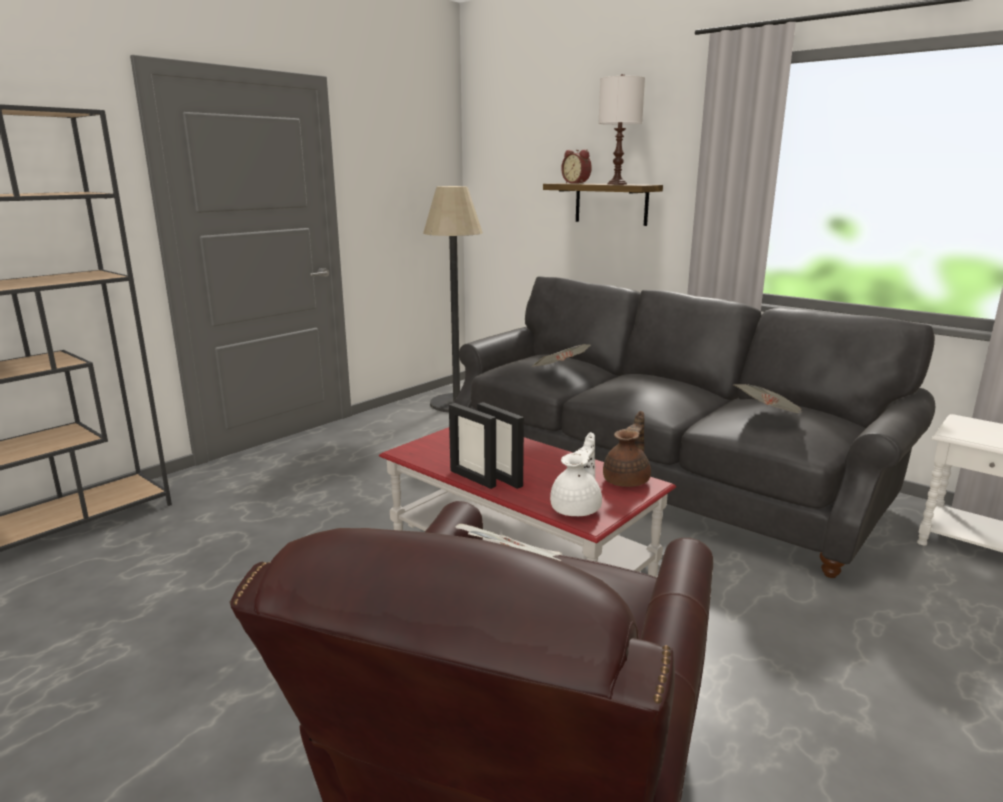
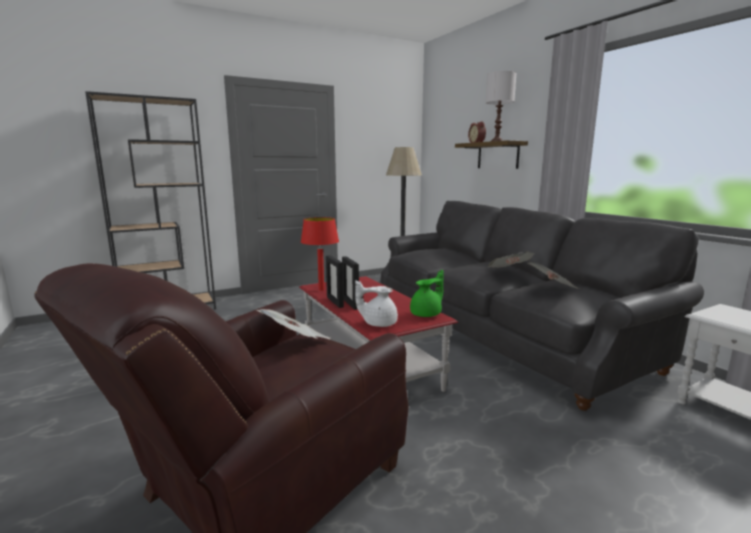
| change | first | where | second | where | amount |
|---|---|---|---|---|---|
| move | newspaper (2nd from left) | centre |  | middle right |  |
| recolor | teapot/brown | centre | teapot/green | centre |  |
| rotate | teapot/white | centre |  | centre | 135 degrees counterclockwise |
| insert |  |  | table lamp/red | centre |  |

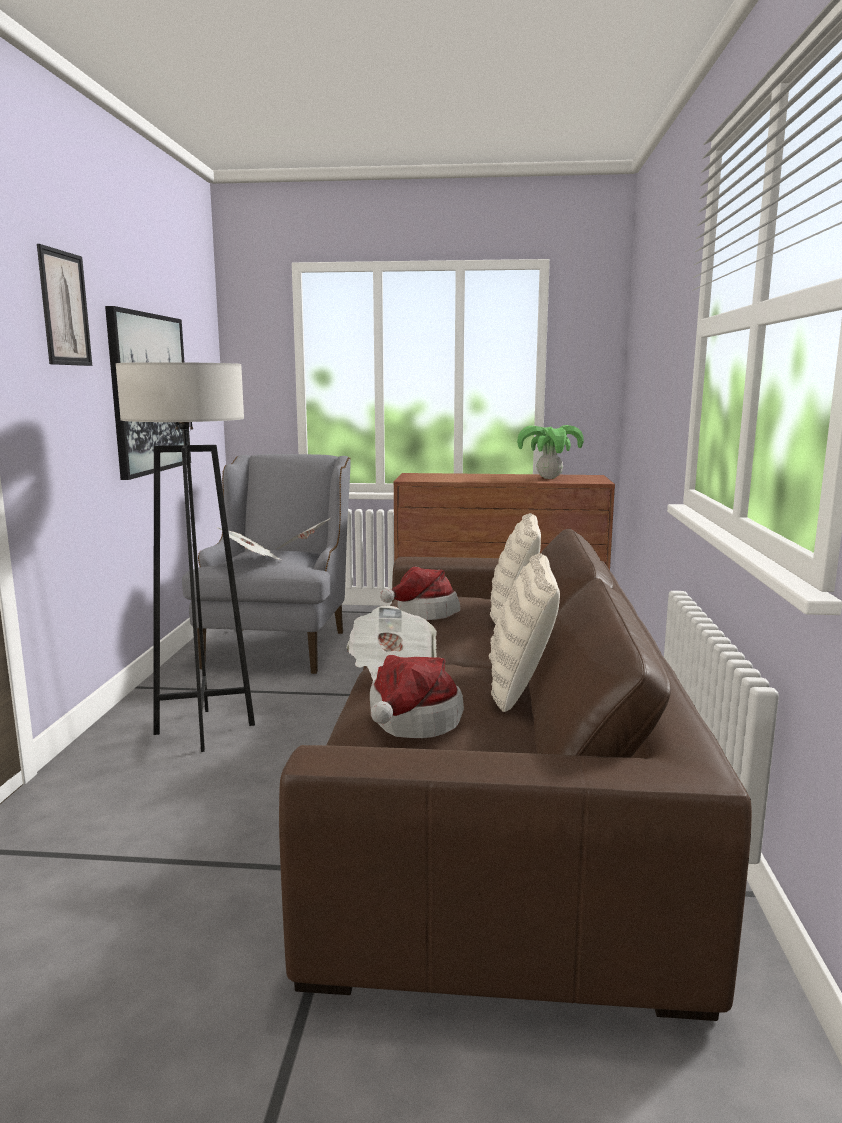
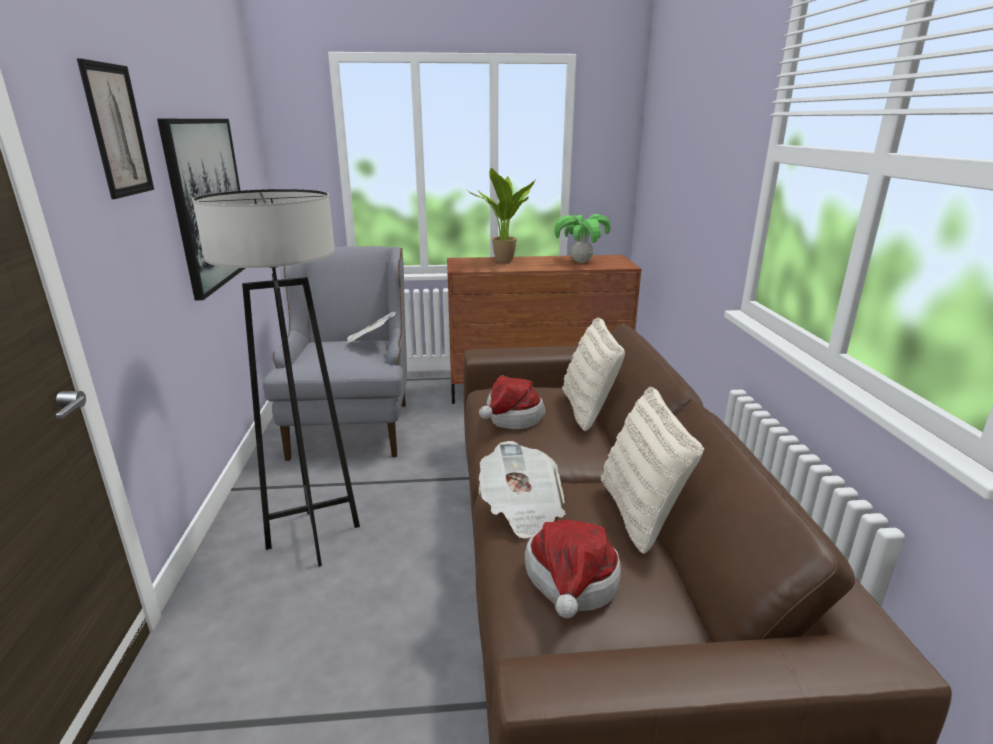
| change | first | where | second | where | amount |
|---|---|---|---|---|---|
| delete | newspaper (1st from left) | middle left |  |  |  |
| insert |  |  | potted plant (1st from left) | top centre |  |

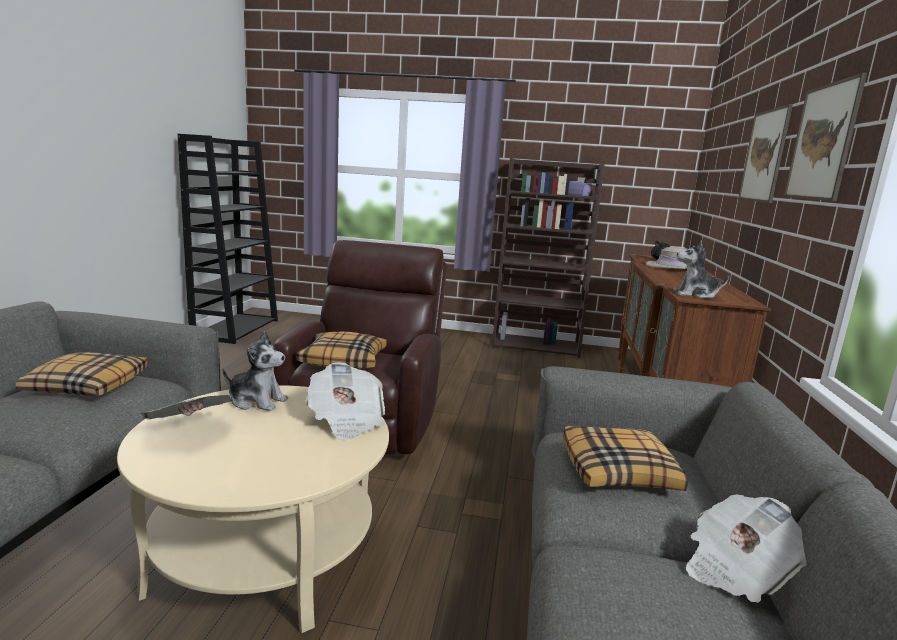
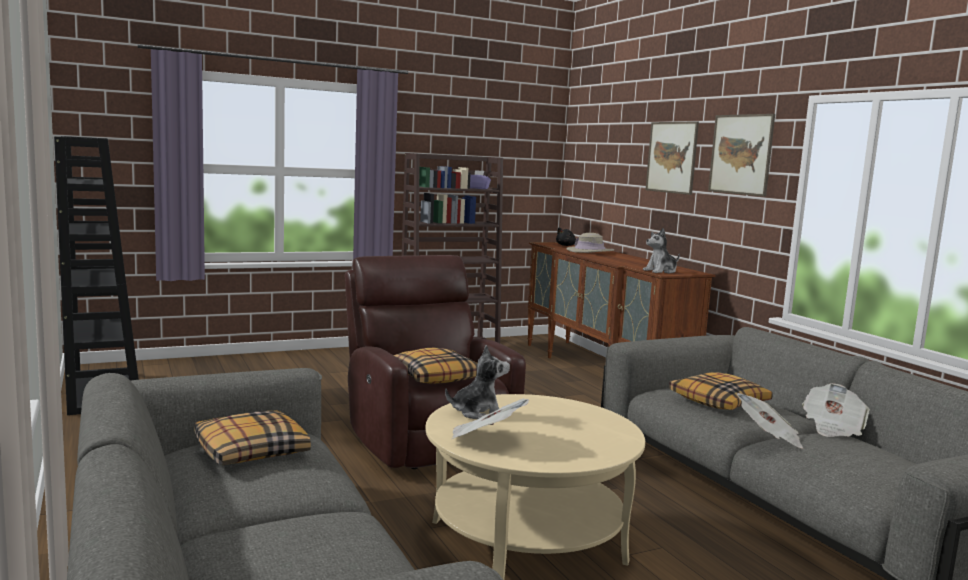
| change | first | where | second | where | amount |
|---|---|---|---|---|---|
| move | newspaper (2nd from left) | centre |  | bottom right |  |

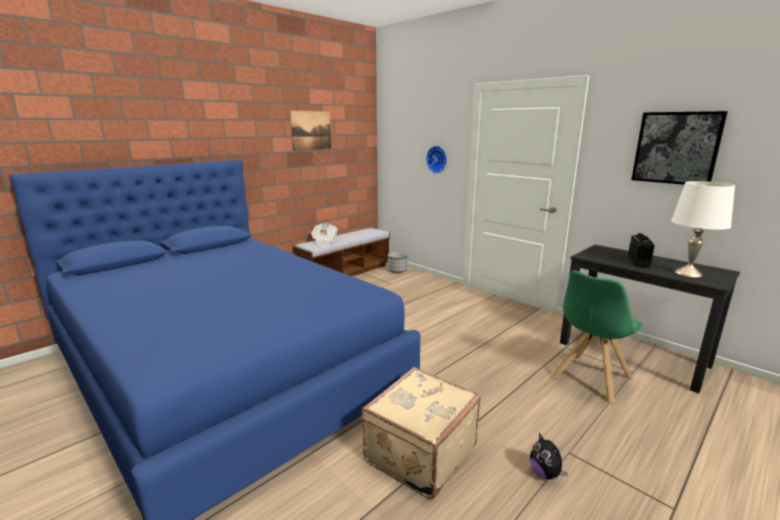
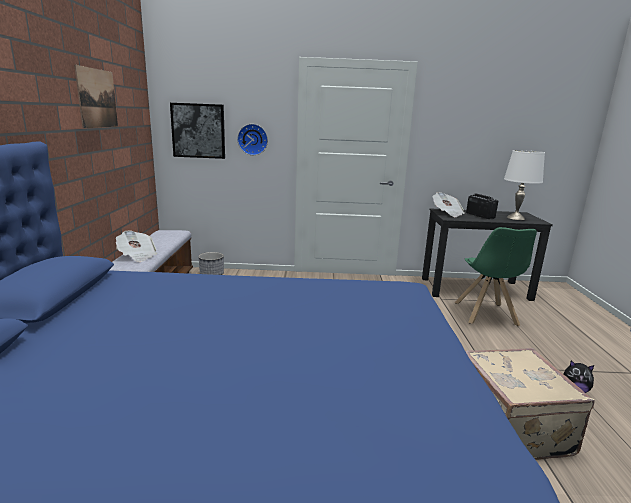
| change | first | where | second | where | amount |
|---|---|---|---|---|---|
| move | picture (2nd from left) | top right |  | top left |  |
| insert |  |  | newspaper (2nd from left) | middle right |  |

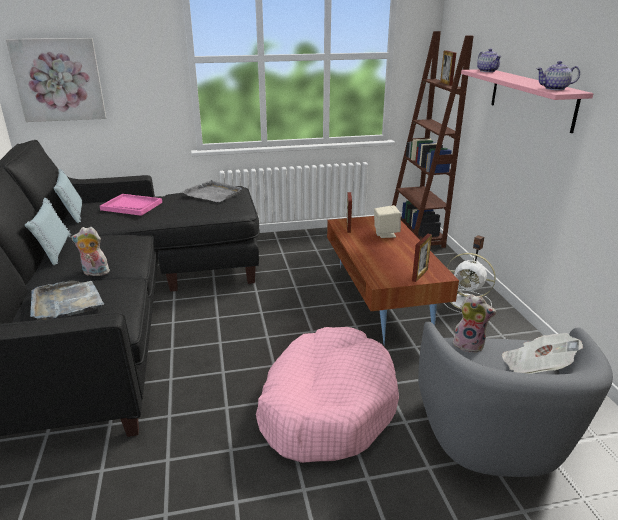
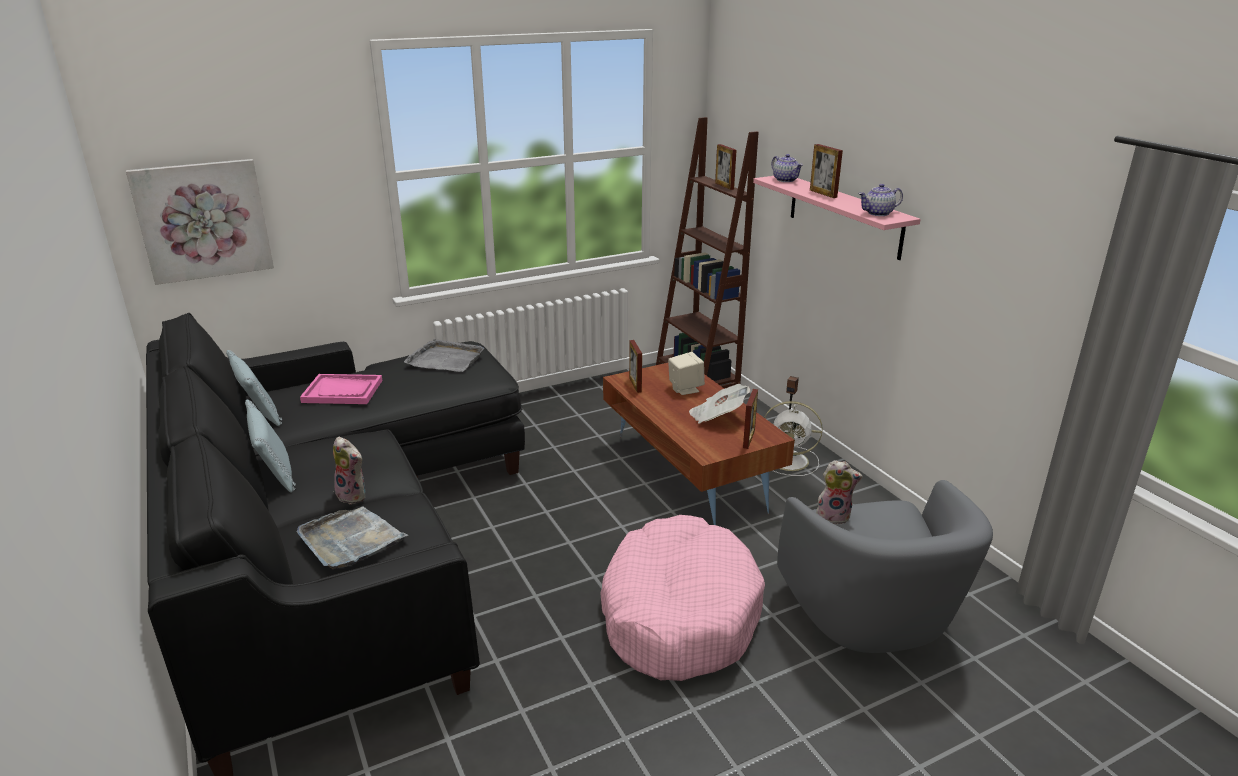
| change | first | where | second | where | amount |
|---|---|---|---|---|---|
| rotate | plush toy (1st from left) | middle left |  | middle left | 135 degrees counterclockwise |
| move | newspaper | bottom right |  | centre |  |
| insert |  |  | picture frame (4th from left) | top right |  |

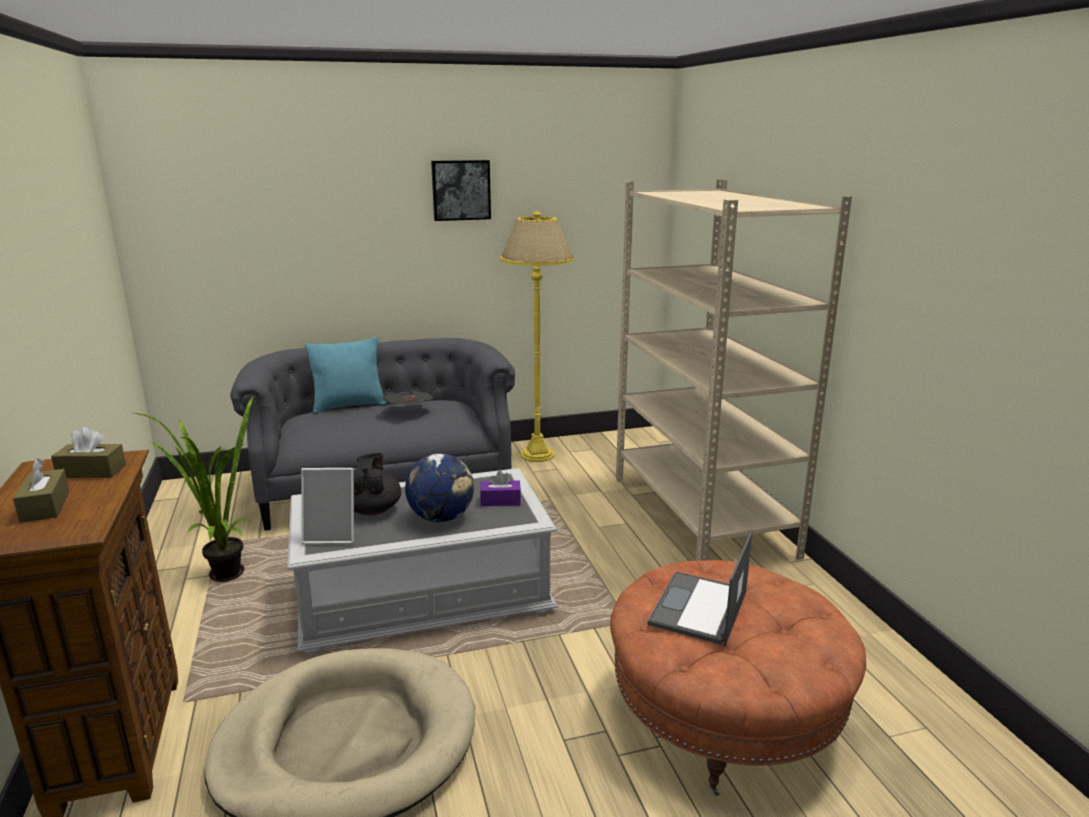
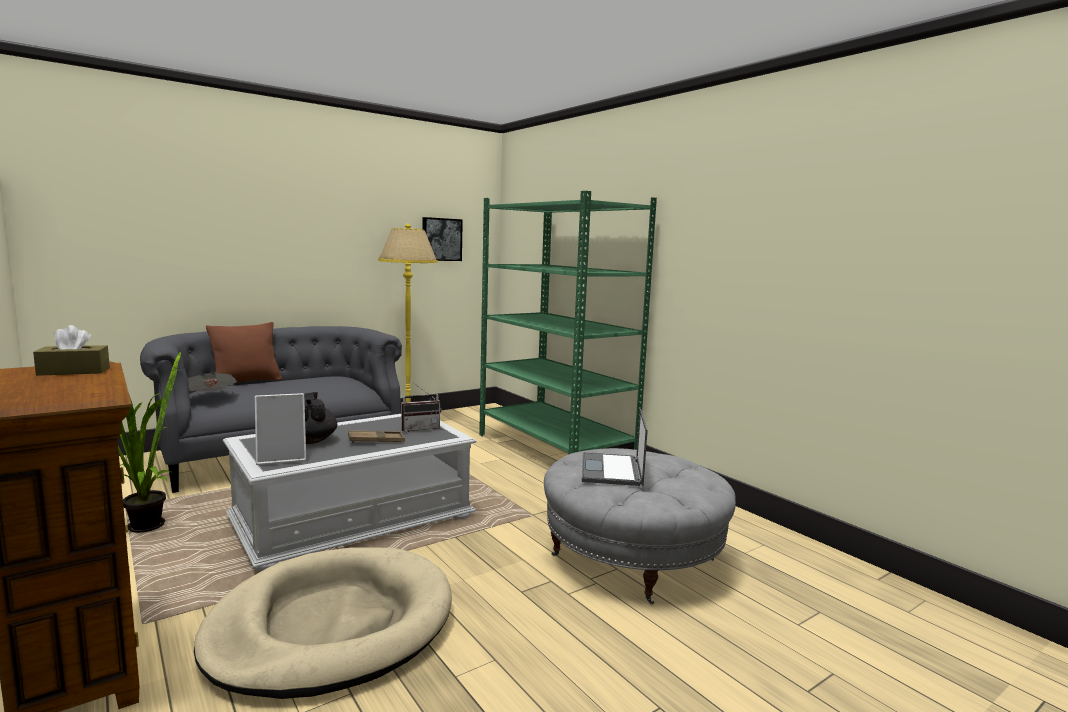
| change | first | where | second | where | amount |
|---|---|---|---|---|---|
| move | picture | top centre |  | centre |  |
| recolor | bookcase/beige | middle right | bookcase/green | centre |  |
| recolor | pillow/turquoise | middle left | pillow/brown | middle left |  |
| move | newspaper | centre |  | middle left |  |
| replace | globe | centre | tray/brown | centre |  |
| delete | tissue box/brown (1st from left) | middle left |  |  |  |
| replace | tissue box/purple | centre | radio | centre |  |
| recolor | ottoman/brown | bottom right | ottoman/grey | bottom centre |  |

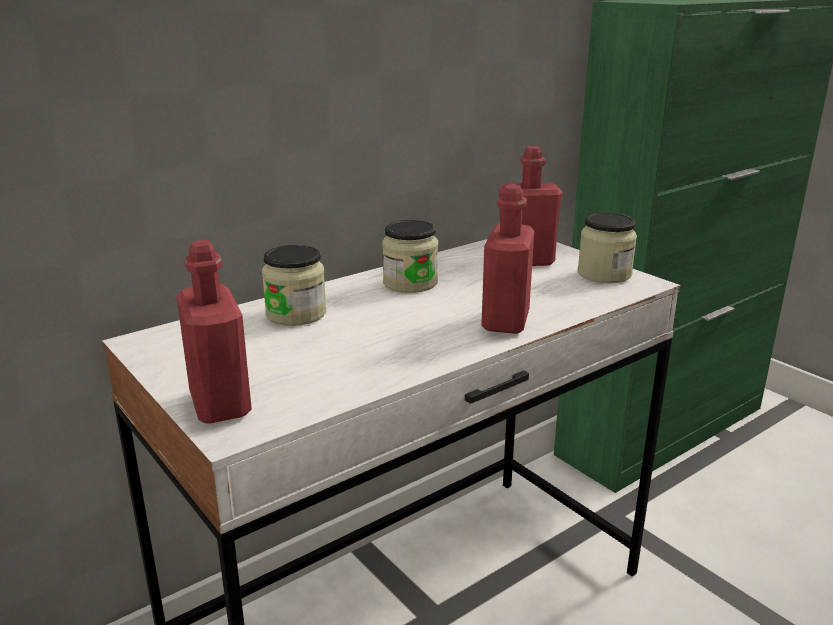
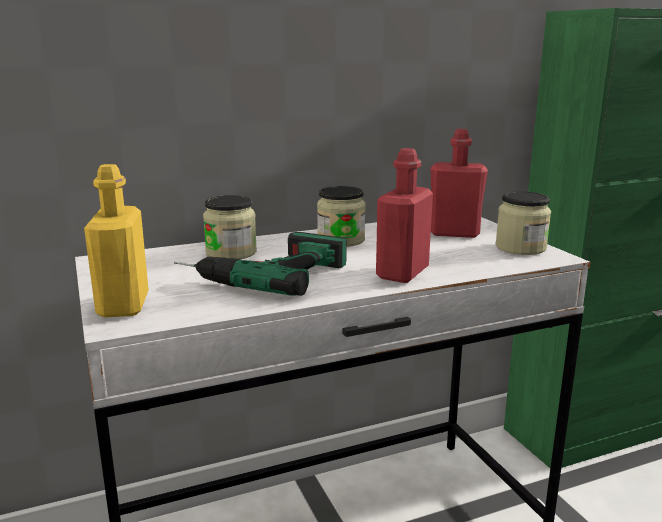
| change | first | where | second | where | amount |
|---|---|---|---|---|---|
| recolor | bottle/red (1st from left) | middle left | bottle/yellow | middle left |  |
| insert |  |  | power drill | centre |  |

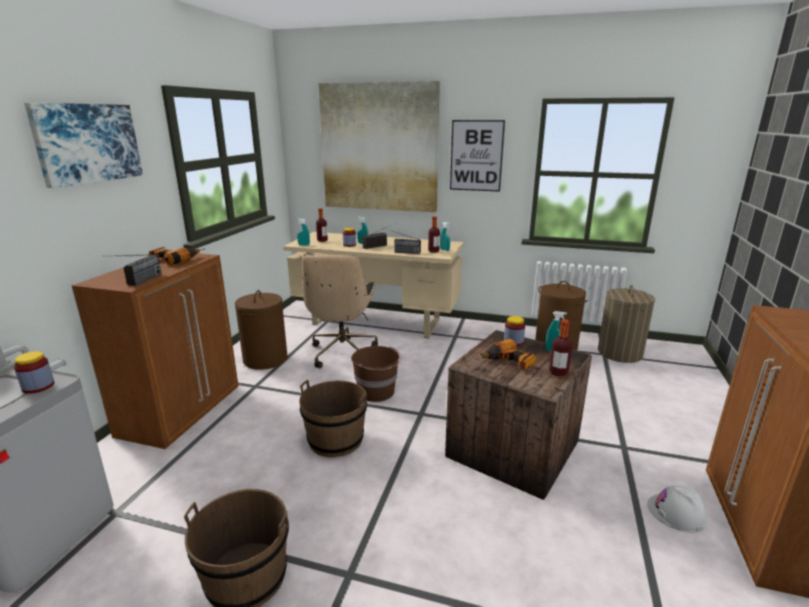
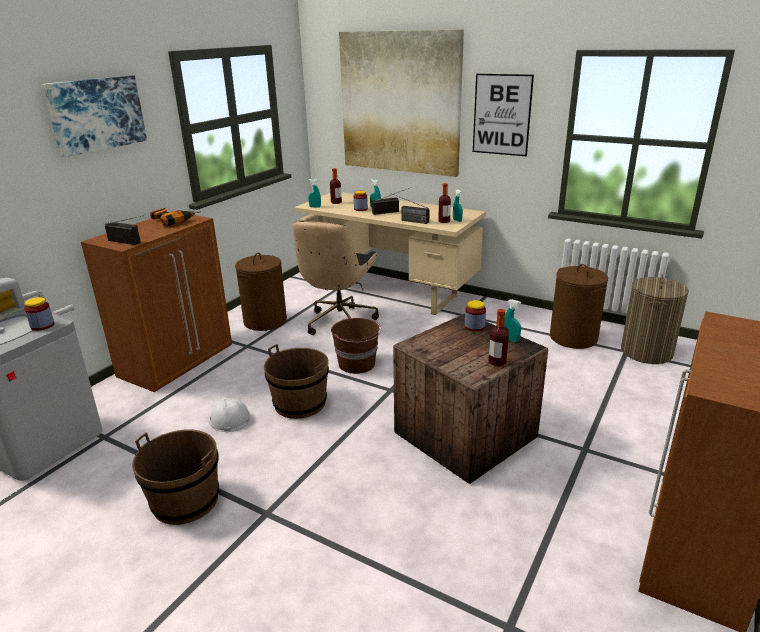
| change | first | where | second | where | amount |
|---|---|---|---|---|---|
| rotate | radio (1st from left) | middle left |  | middle left | 90 degrees counterclockwise |
| delete | power drill (2nd from left) | centre |  |  |  |
| move | hard hat/white | bottom right |  | middle left |  |

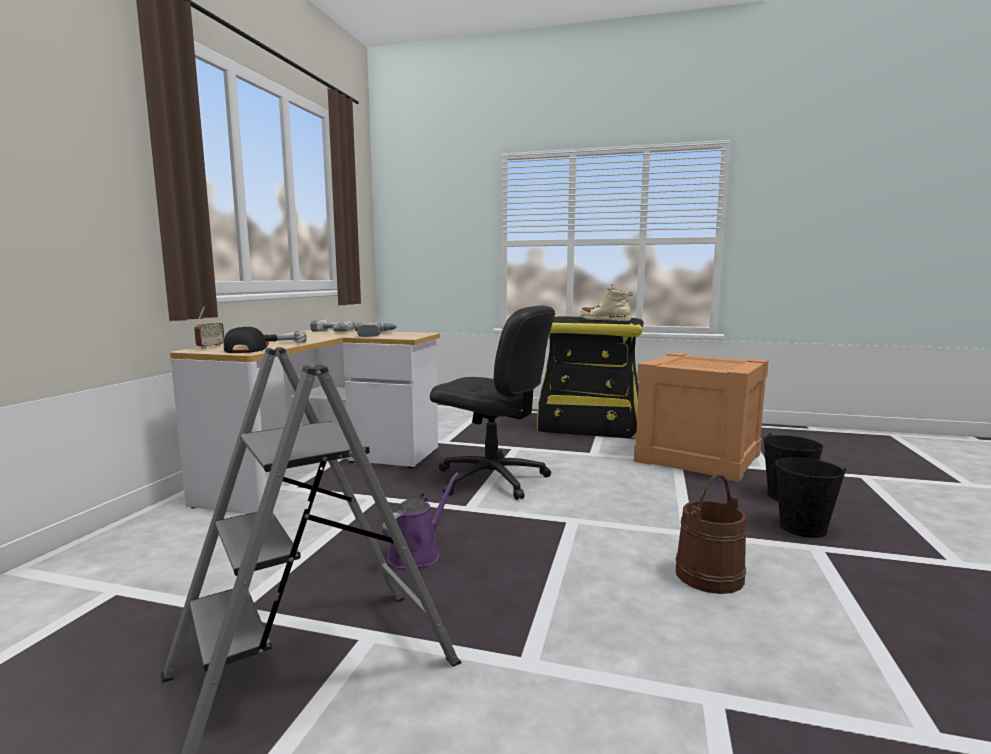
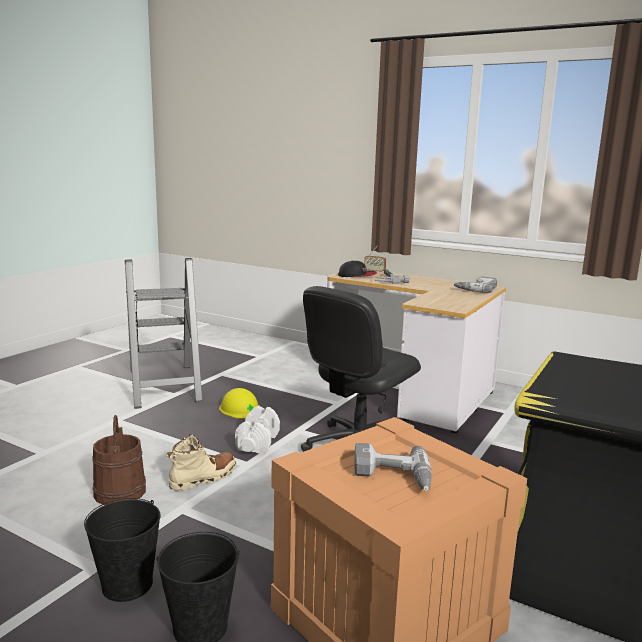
| change | first | where | second | where | amount |
|---|---|---|---|---|---|
| move | boot/beige | centre |  | bottom left |  |
| move | power drill (2nd from left in the first image) | centre | power drill (1st from left) | bottom centre |  |
| replace | watering can/purple | bottom centre | hard hat/yellow | centre |  |
| insert |  |  | dumbbell/white | bottom centre |  |

